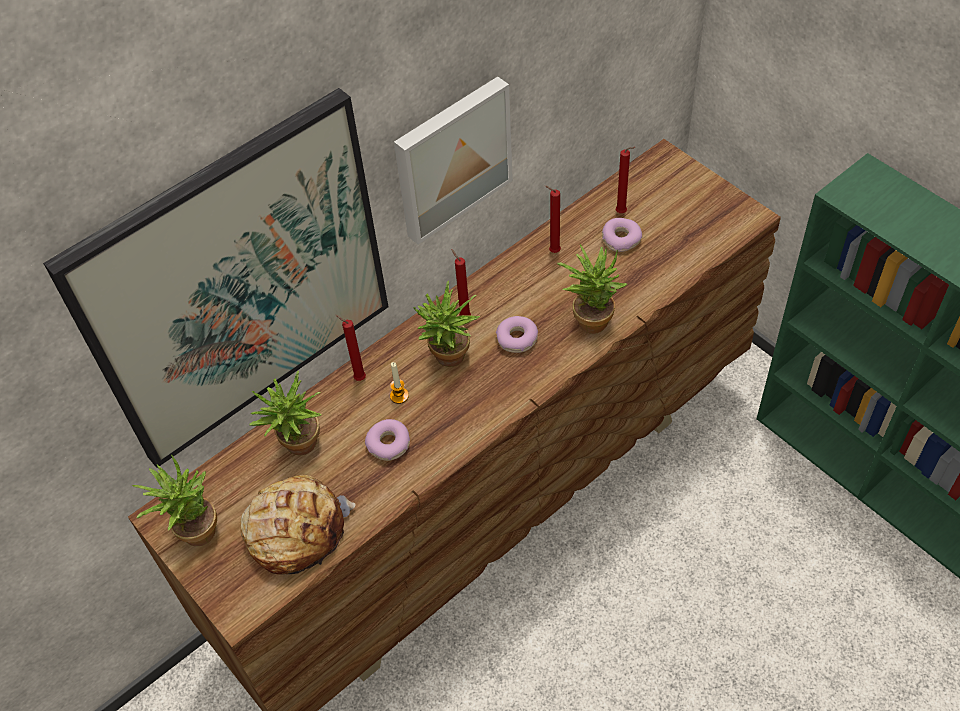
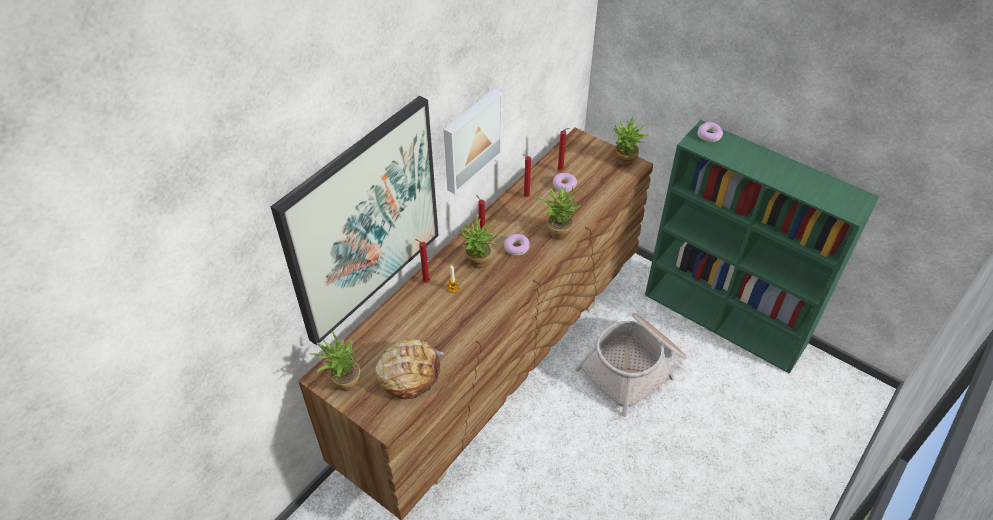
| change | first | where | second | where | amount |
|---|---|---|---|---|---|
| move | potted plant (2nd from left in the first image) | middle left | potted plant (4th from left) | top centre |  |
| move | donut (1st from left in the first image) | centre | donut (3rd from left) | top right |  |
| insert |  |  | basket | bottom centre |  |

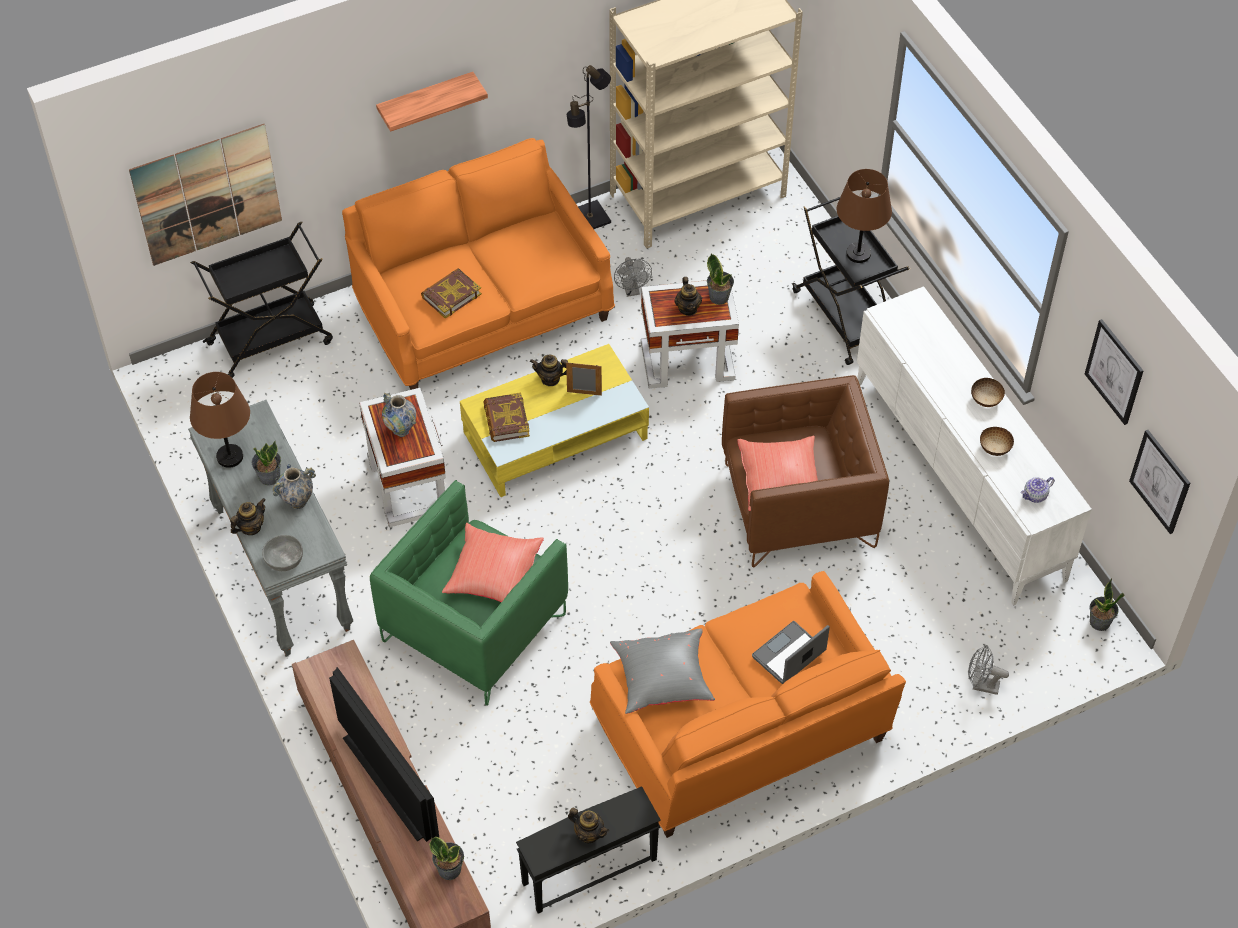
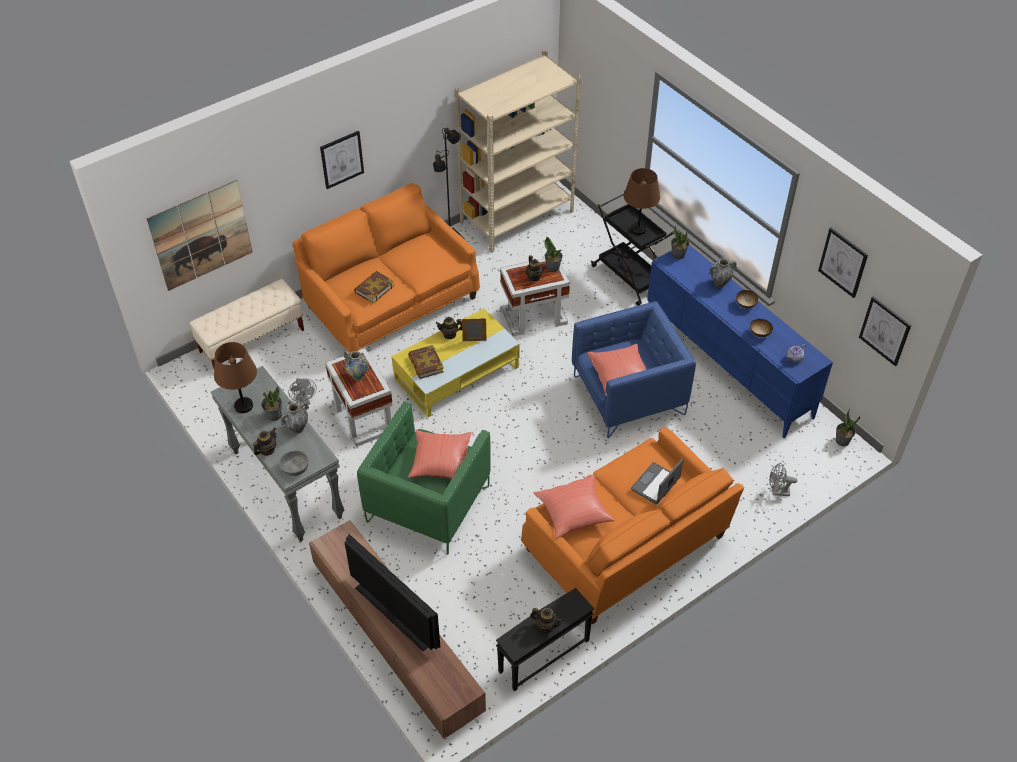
| change | first | where | second | where | amount |
|---|---|---|---|---|---|
| replace | shelf | top centre | picture (2nd from left) | top centre |  |
| replace | cart/black (1st from left) | top left | bench/beige | middle left |  |
| move | fan/grey (1st from left) | top centre |  | middle left |  |
| recolor | cabinet/white | middle right | cabinet/blue | middle right |  |
| recolor | armchair/brown | centre | armchair/blue | centre |  |
| recolor | pillow/grey | bottom centre | pillow/red (2nd from left) | centre |  |
| move | potted plant (2nd from left in the first image) | bottom centre | potted plant (3rd from left) | top right |  |
| insert |  |  | vase (3rd from left) | middle right |  |

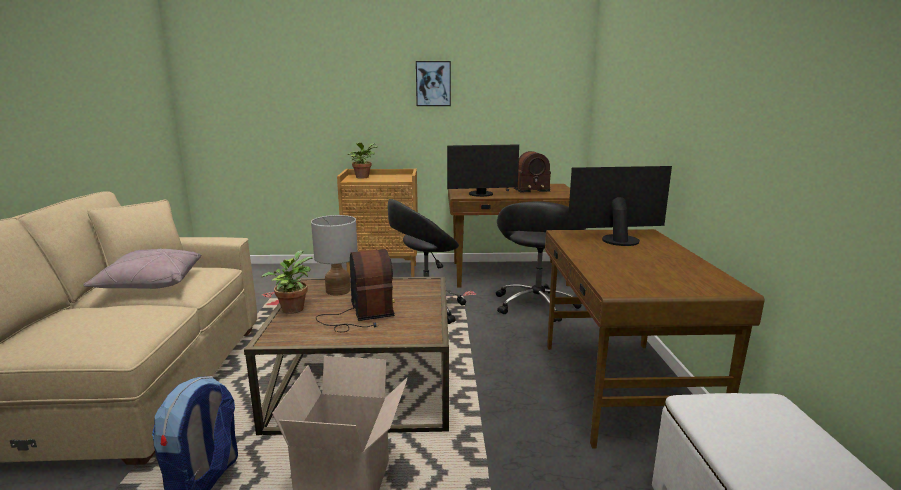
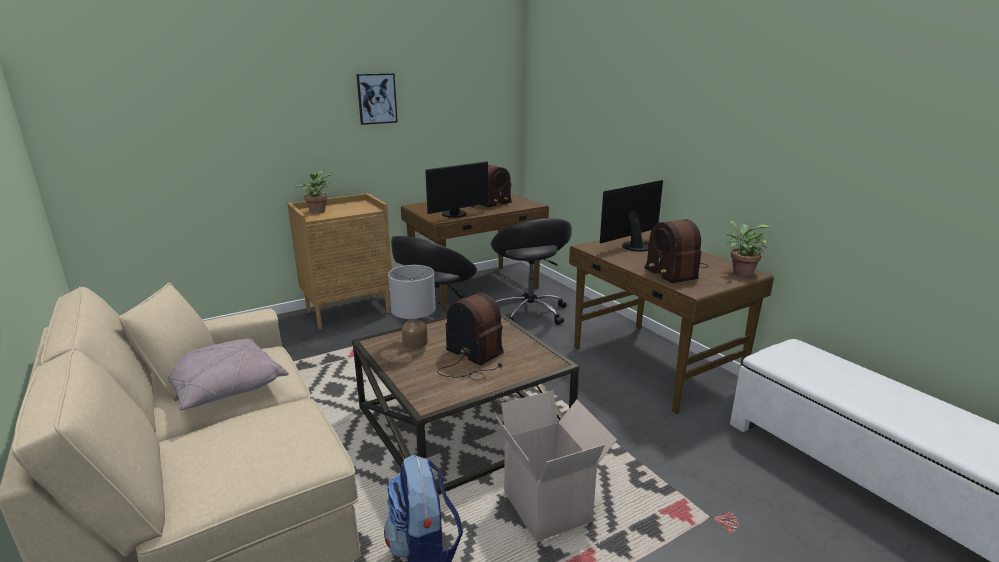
| change | first | where | second | where | amount |
|---|---|---|---|---|---|
| move | potted plant (1st from left in the first image) | middle left | potted plant (2nd from left) | middle right |  |
| insert |  |  | radio (3rd from left) | middle right |  |

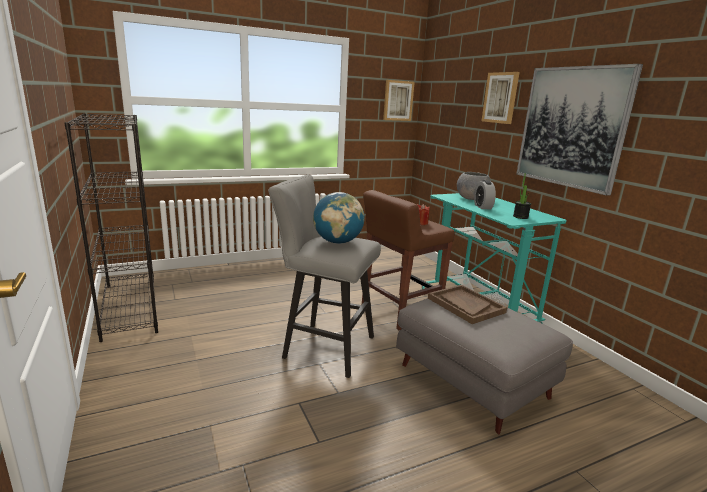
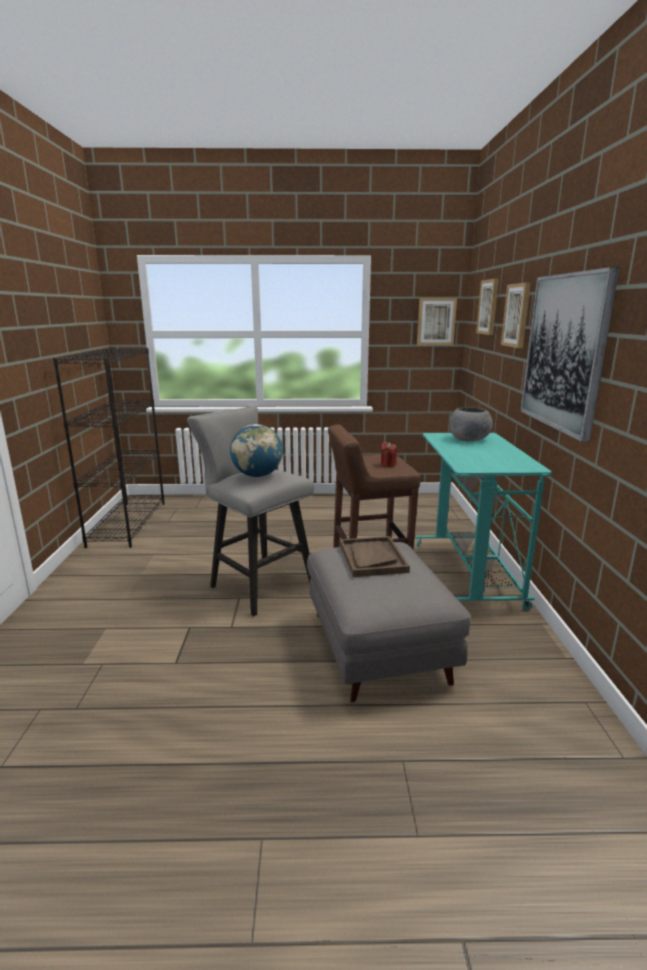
| change | first | where | second | where | amount |
|---|---|---|---|---|---|
| delete | potted plant | middle right |  |  |  |
| delete | alarm clock | middle right |  |  |  |
| insert |  |  | picture (2nd from left) | top right |  |

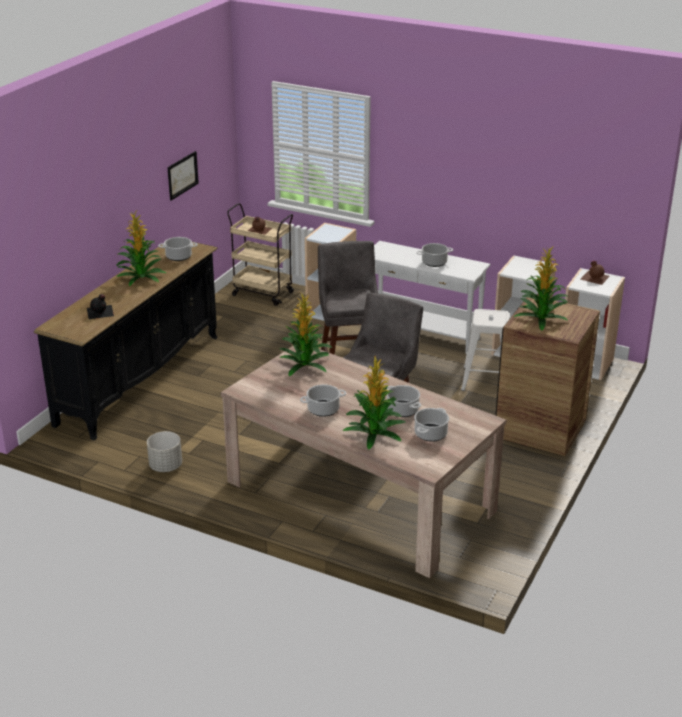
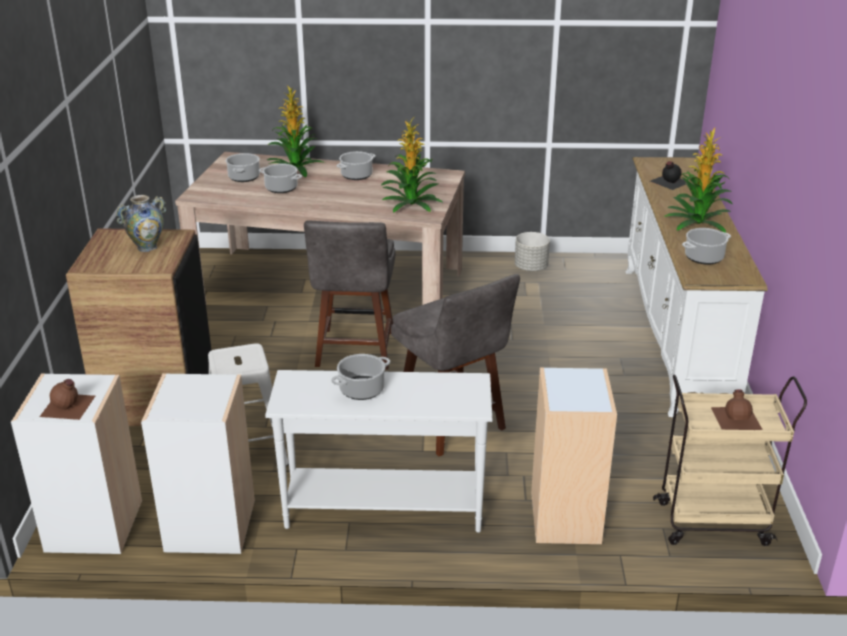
| change | first | where | second | where | amount |
|---|---|---|---|---|---|
| delete | picture | top left |  |  |  |
| recolor | dresser/black | middle left | dresser/white | middle right |  |
| replace | potted plant (4th from left) | middle right | vase | middle left |  |

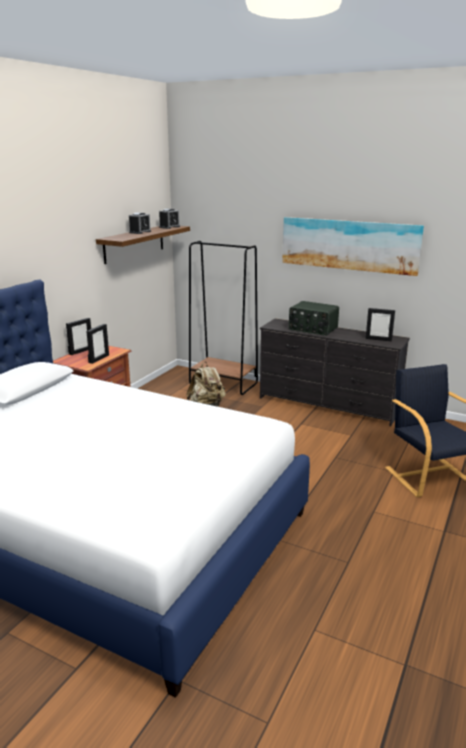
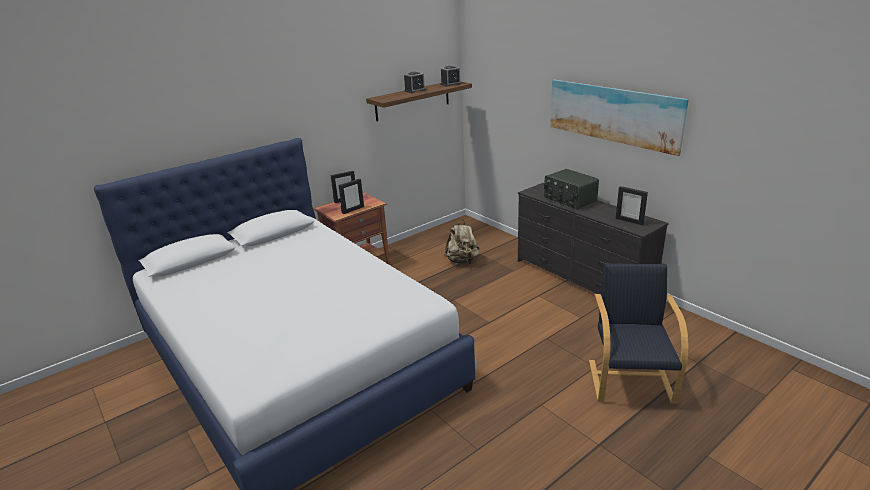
| change | first | where | second | where | amount |
|---|---|---|---|---|---|
| delete | clothes rack | centre |  |  |  |

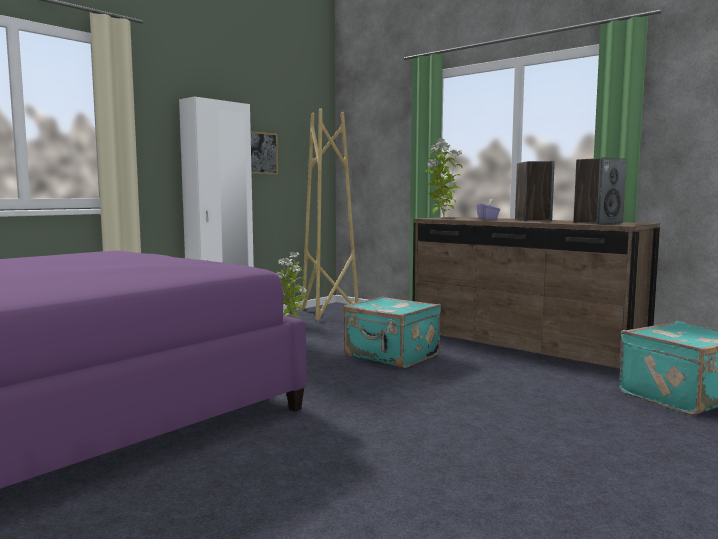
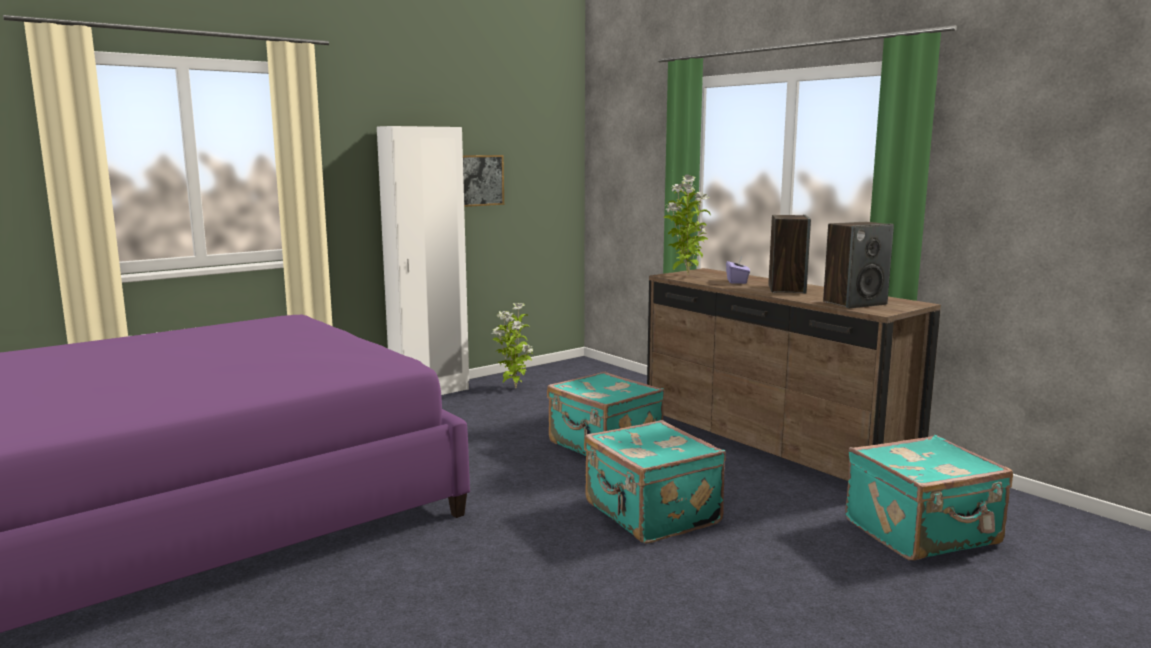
| change | first | where | second | where | amount |
|---|---|---|---|---|---|
| delete | clothes rack/yellow | centre |  |  |  |
| insert |  |  | suitcase/turquoise (2nd from left) | bottom centre |  |

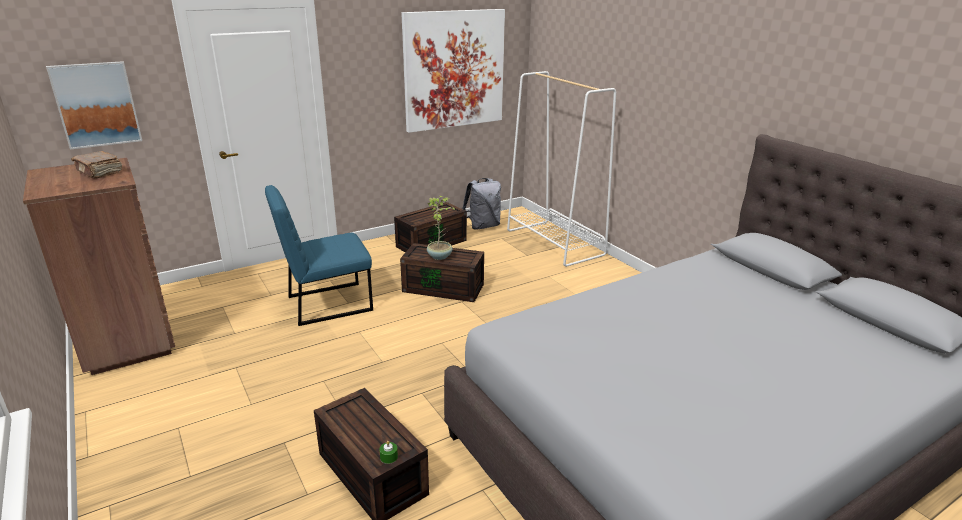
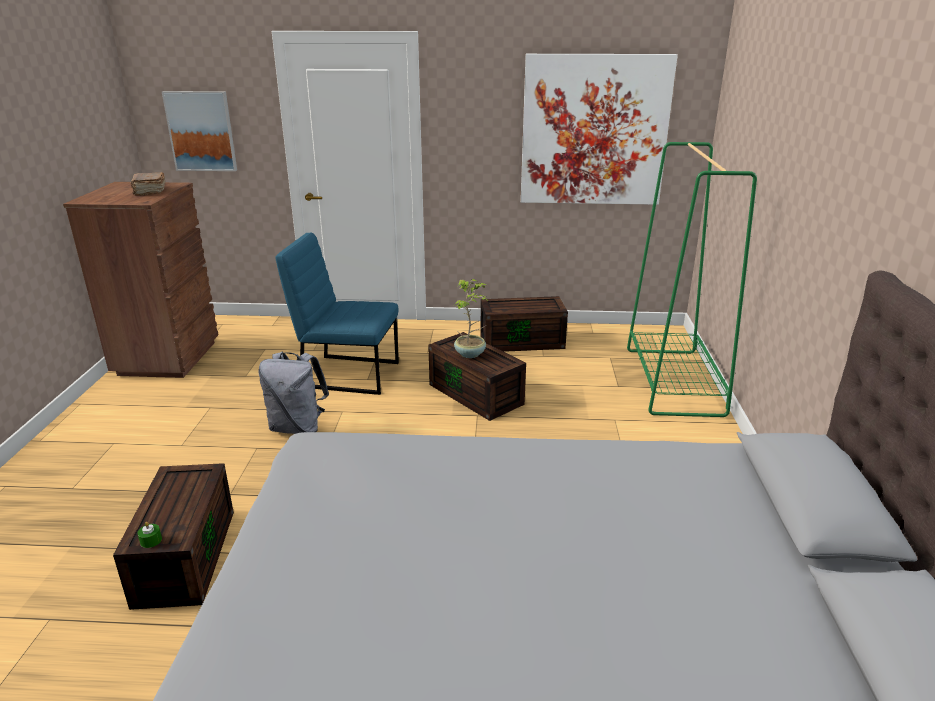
| change | first | where | second | where | amount |
|---|---|---|---|---|---|
| recolor | clothes rack/white | top centre | clothes rack/green | middle right |  |
| move | backpack/grey | centre |  | middle left |  |

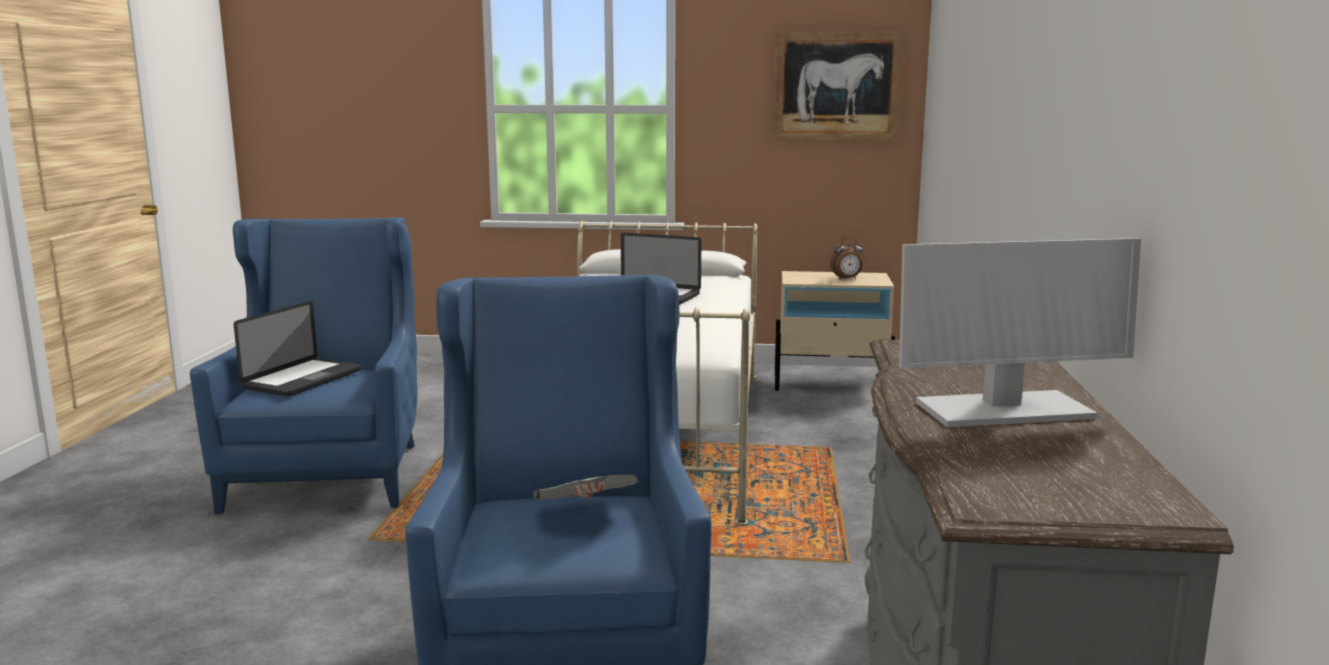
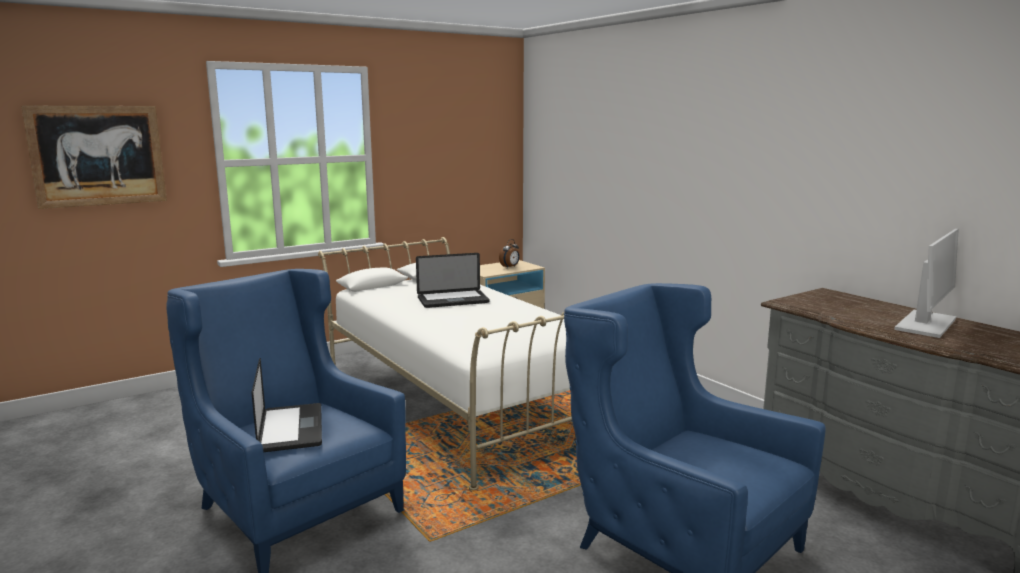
| change | first | where | second | where | amount |
|---|---|---|---|---|---|
| move | picture | top centre |  | top left |  |
| delete | newspaper | bottom centre |  |  |  |

